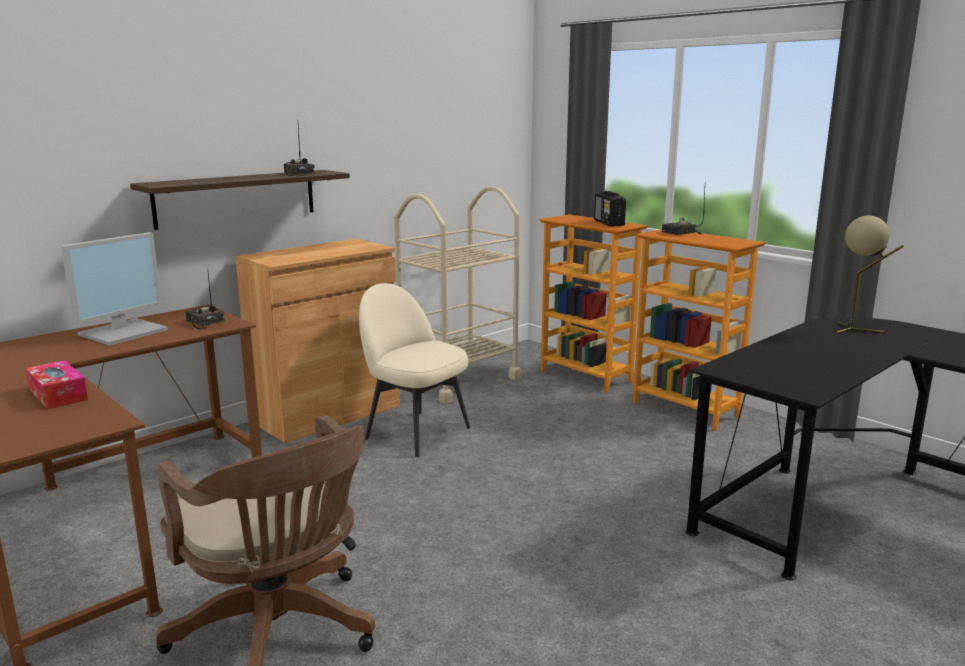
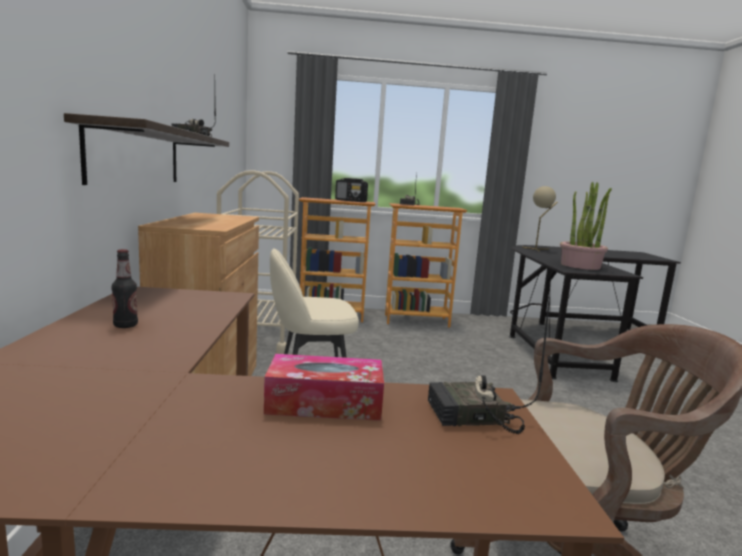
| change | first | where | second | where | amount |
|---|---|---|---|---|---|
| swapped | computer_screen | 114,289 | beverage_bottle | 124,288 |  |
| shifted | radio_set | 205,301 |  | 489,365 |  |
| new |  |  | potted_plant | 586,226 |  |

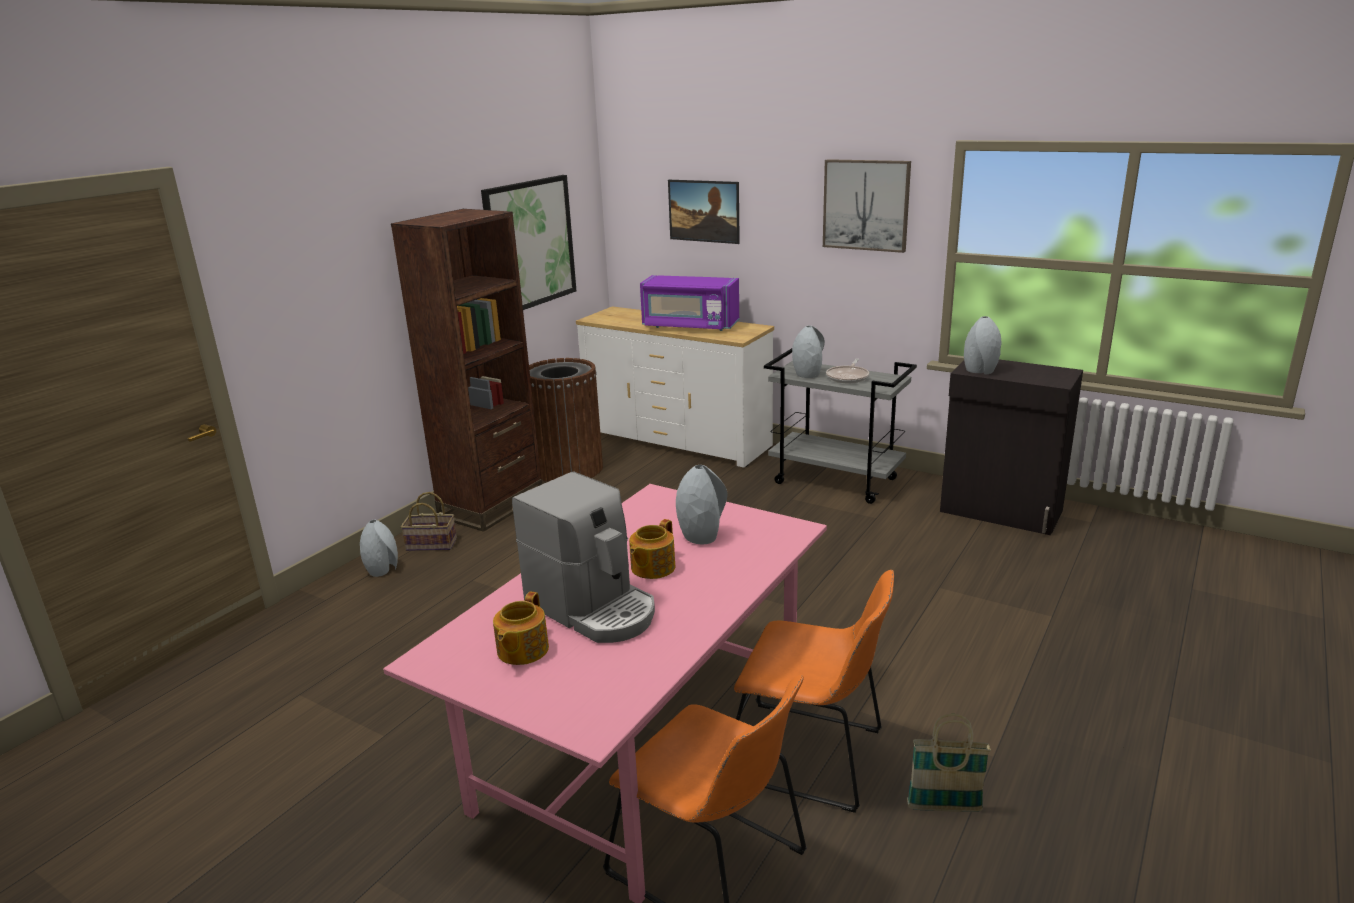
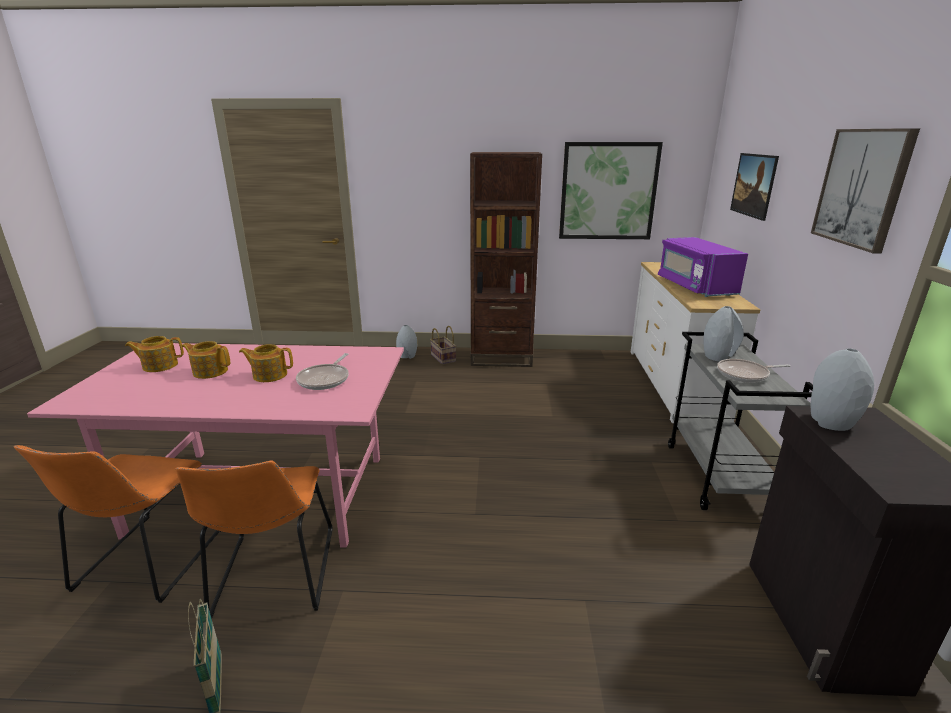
| change | first | where | second | where | amount |
|---|---|---|---|---|---|
| gone | brown-coloured_trash_can | 566,420 |  |  |  |
| swapped | grey_flower_vase | 701,504 | frying_pan | 322,371 |  |
| swapped | coffee_brewer | 583,557 | teapot | 206,360 |  |

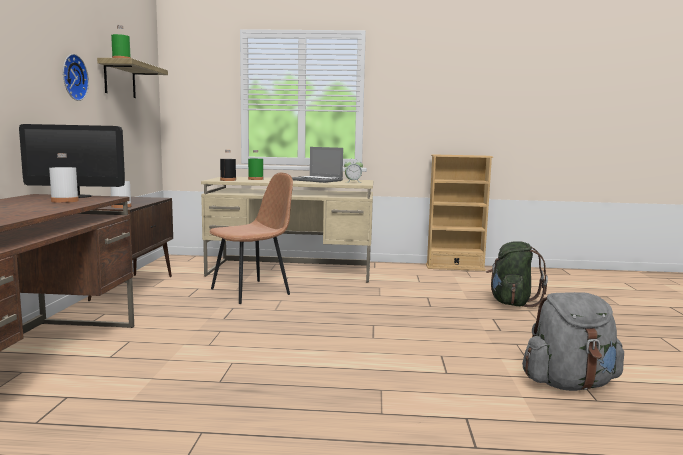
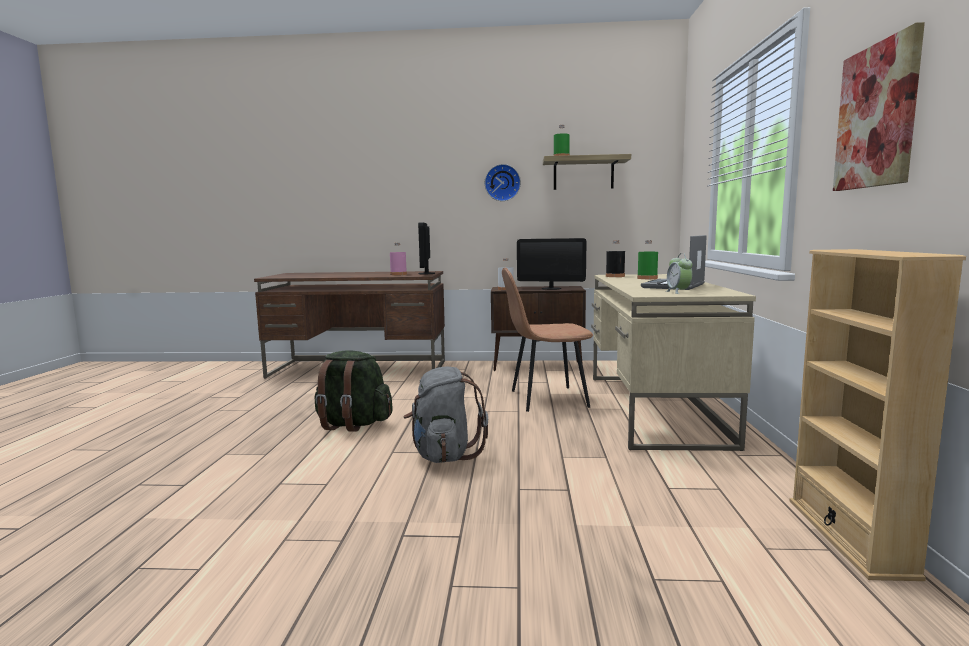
| change | first | where | second | where | amount |
|---|---|---|---|---|---|
| repainted | whitish_beverage_bottle | 64,178 | pink-coloured_beverage_bottle | 398,259 |  |
| rotated | brown-coloured_upright_chair | 251,238 |  | 547,340 | 120 degrees clockwise |
| shifted | greenish_rucksack | 517,274 |  | 354,391 |  |
| shifted | grey_rucksack | 573,341 |  | 445,415 |  |
| new |  |  | picture | 879,106 |  |
| new |  |  | computer_screen | 551,264 |  |

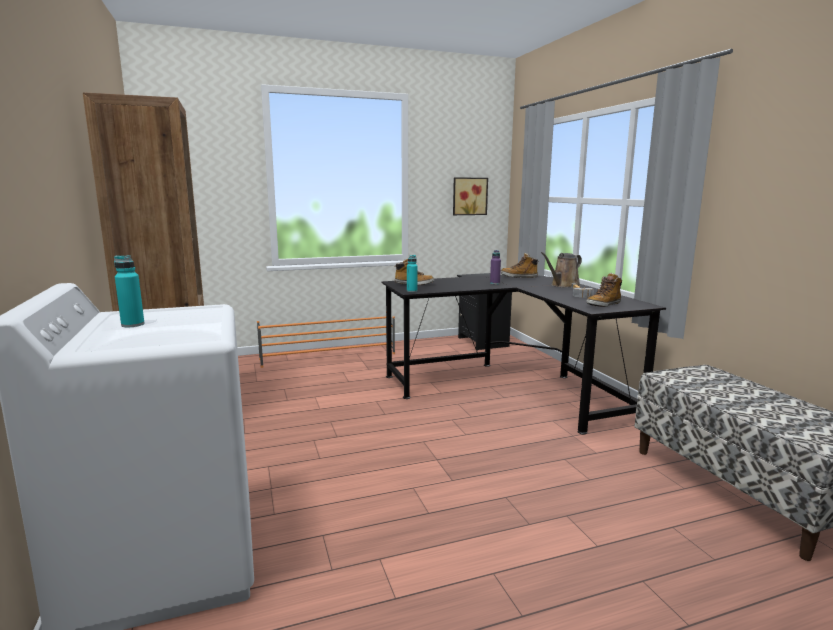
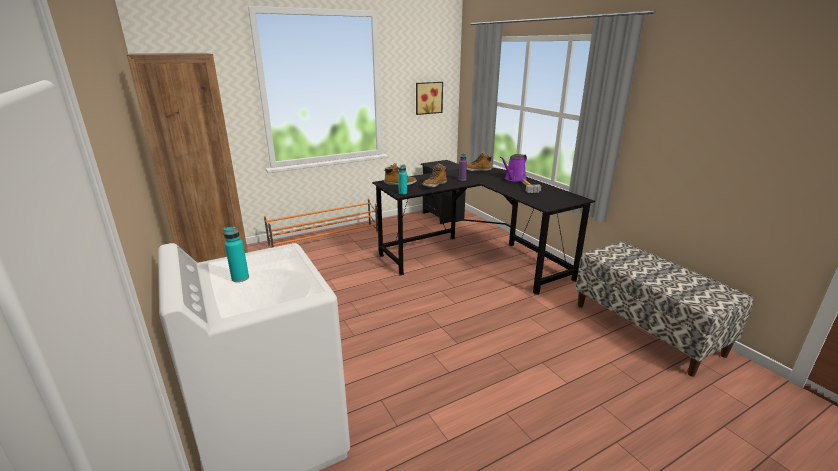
| change | first | where | second | where | amount |
|---|---|---|---|---|---|
| repainted | brown-coloured_watering_can | 561,270 | purple-coloured_watering_can | 513,168 |  |
| shifted | tall_boot | 604,290 |  | 435,175 |  |

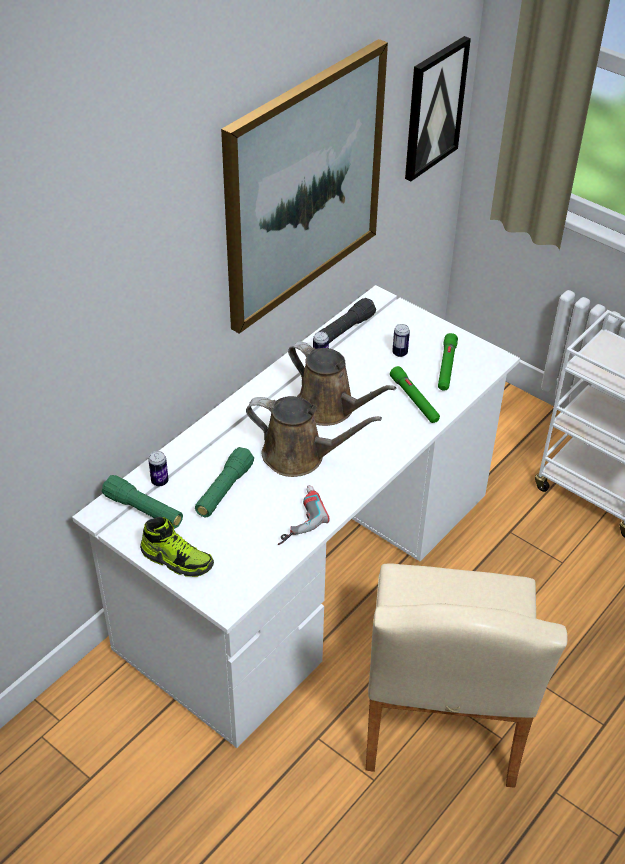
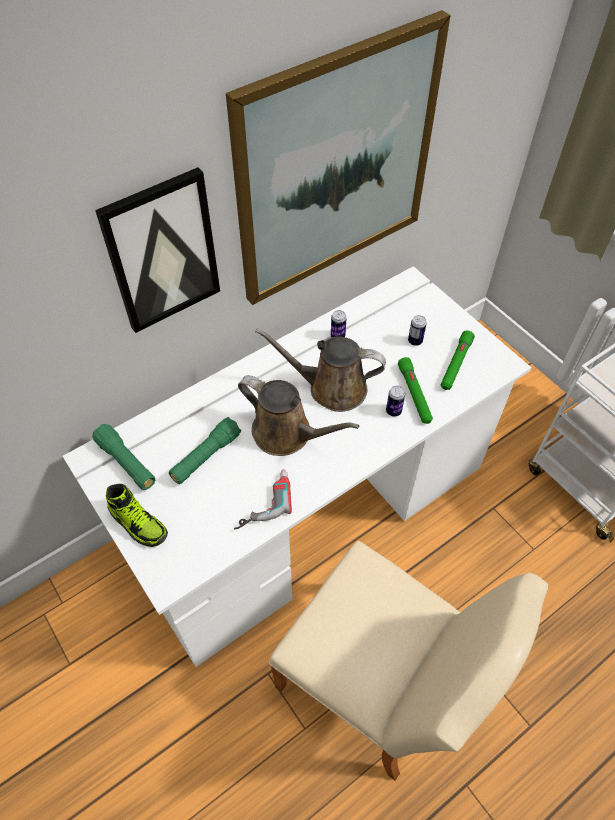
| change | first | where | second | where | amount |
|---|---|---|---|---|---|
| shifted | picture | 438,108 |  | 157,250 |  |
| gone | blackish_flashlight | 347,320 |  |  |  |
| rotated | brown-coloured_watering_can | 342,383 |  | 320,370 | 135 degrees clockwise |
| shifted | metal_can | 158,468 |  | 395,401 |  |
| rotated | sand-coloured_upright_chair | 466,675 |  | 408,661 | 75 degrees counterclockwise |

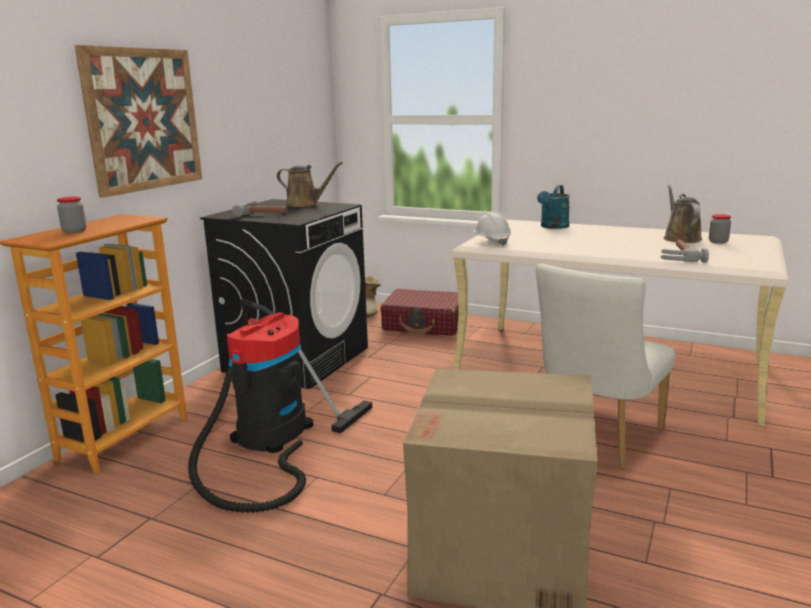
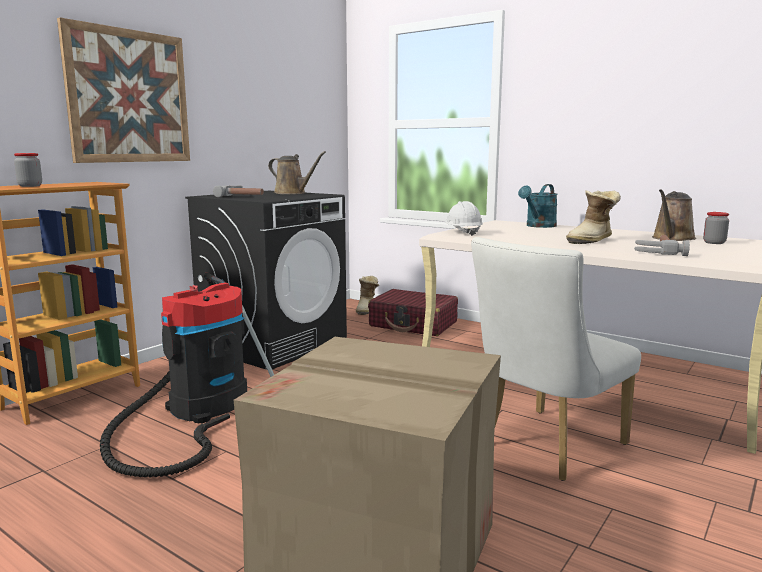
| change | first | where | second | where | amount |
|---|---|---|---|---|---|
| rotated | brown-coloured_watering_can | 682,214 |  | 674,215 | 150 degrees counterclockwise |
| new |  |  | tall_boot | 593,217 |  |

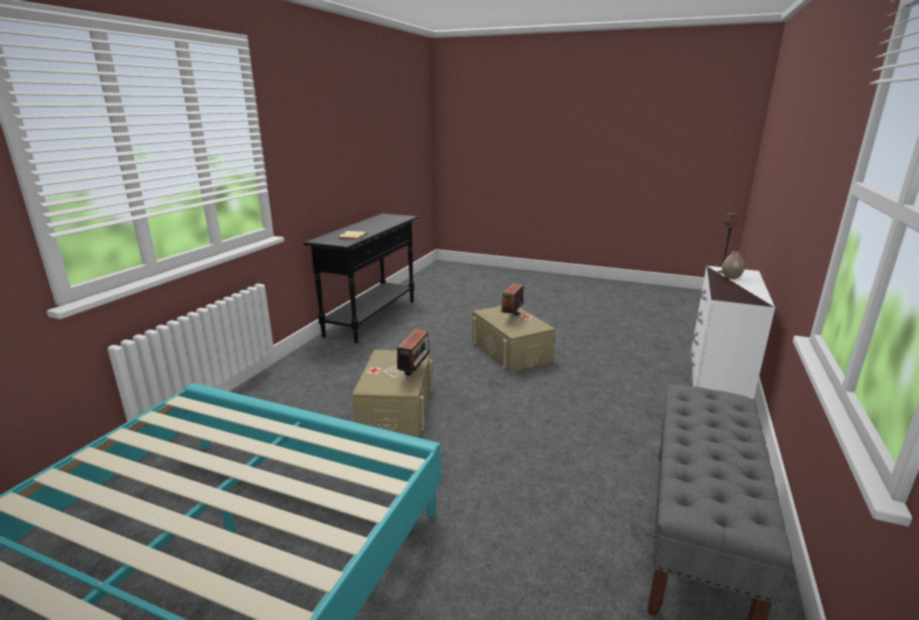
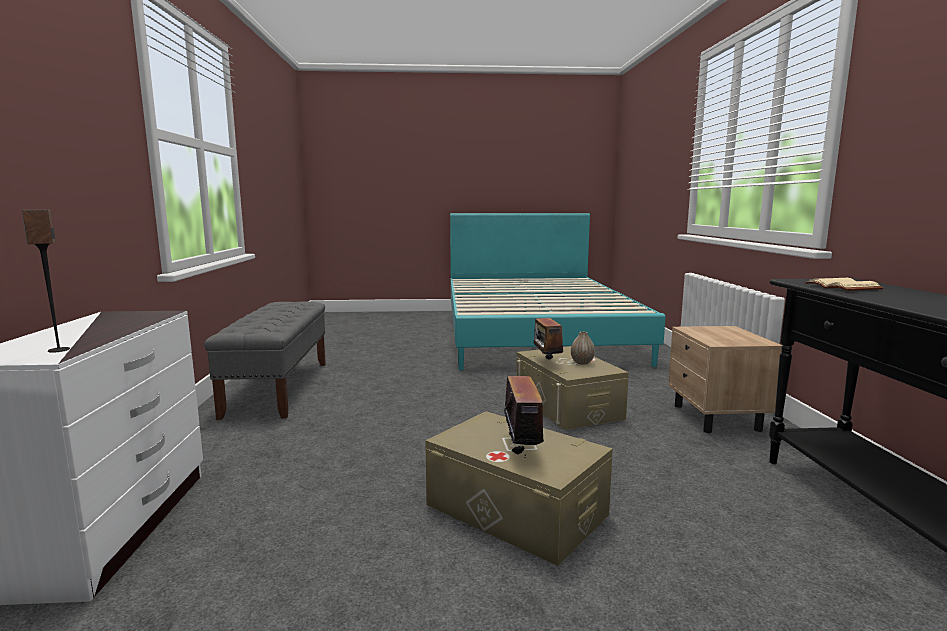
| change | first | where | second | where | amount |
|---|---|---|---|---|---|
| shifted | flower_vase | 733,265 |  | 583,348 |  |
| new |  |  | sand-coloured_bedside_table | 725,379 |  |

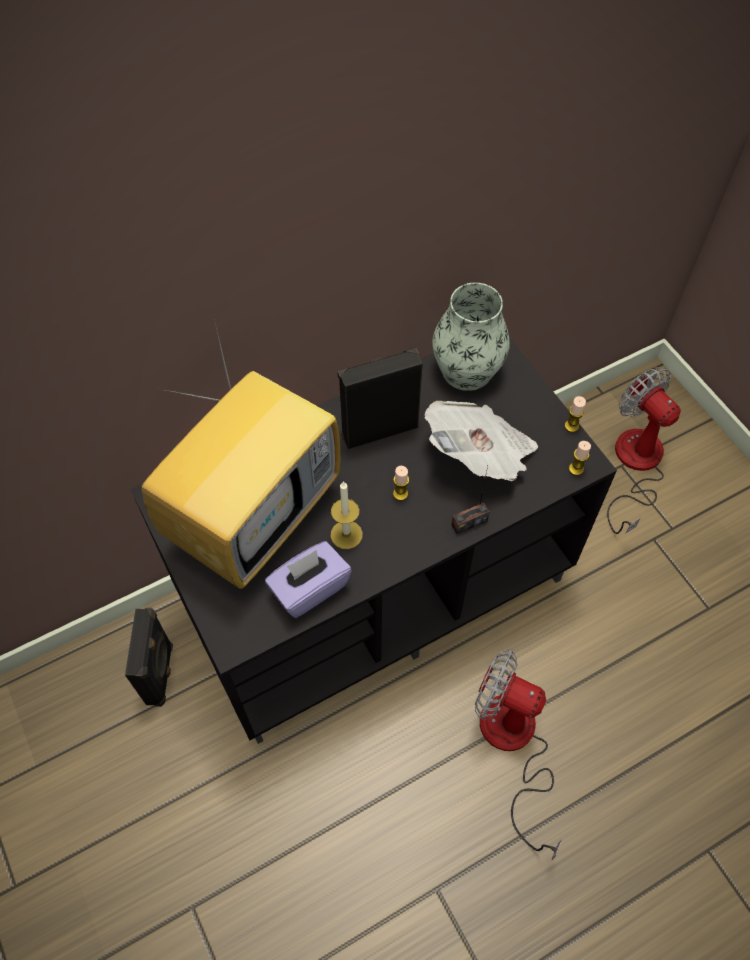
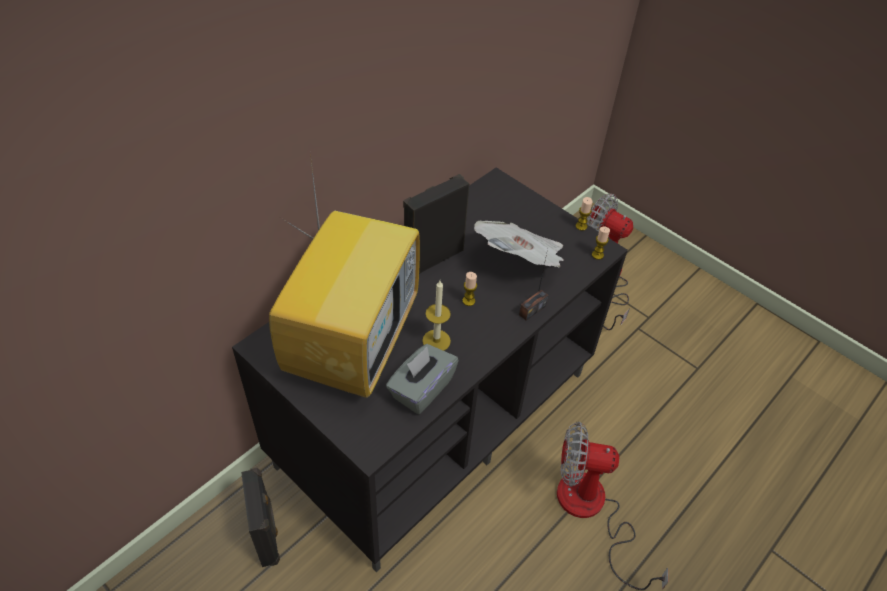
| change | first | where | second | where | amount |
|---|---|---|---|---|---|
| gone | flower_vase | 471,336 |  |  |  |
| repainted | purple-coloured_tissue_holder | 308,579 | grey_tissue_holder | 422,379 |  |

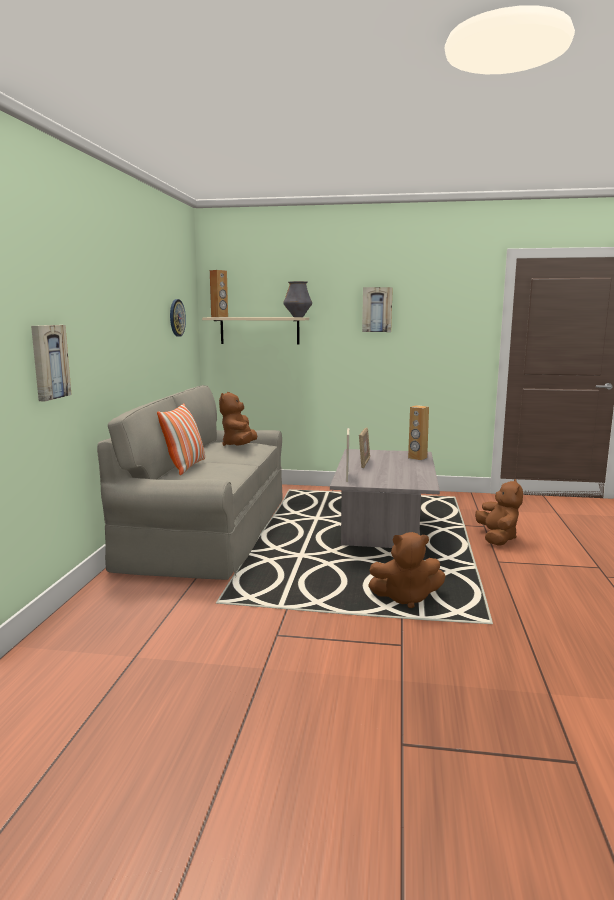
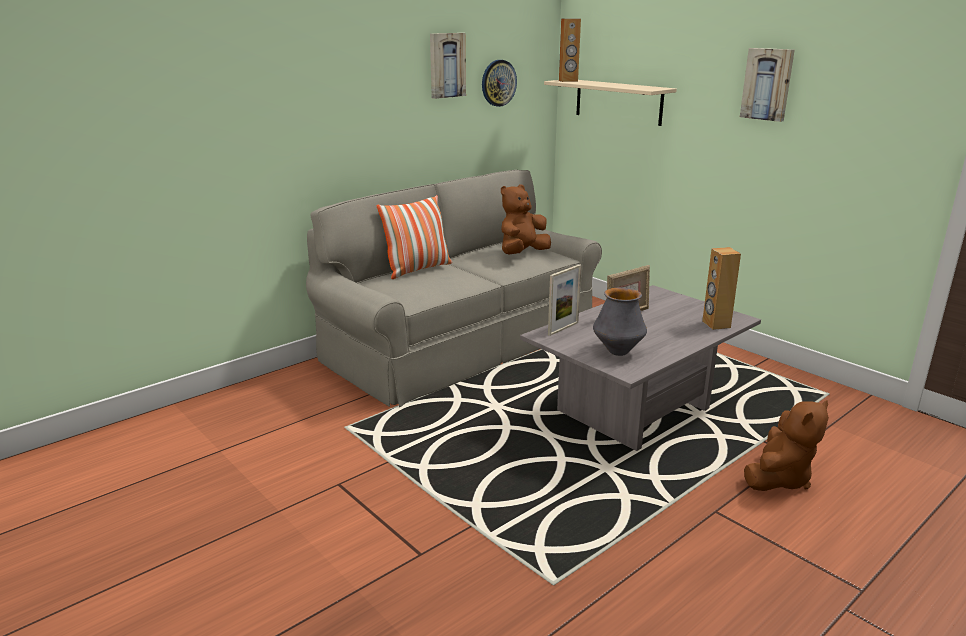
| change | first | where | second | where | amount |
|---|---|---|---|---|---|
| shifted | flower_vase | 297,299 |  | 620,321 |  |
| shifted | picture | 51,363 |  | 448,66 |  |
| gone | brown-coloured_cuddly_toy | 407,570 |  |  |  |

